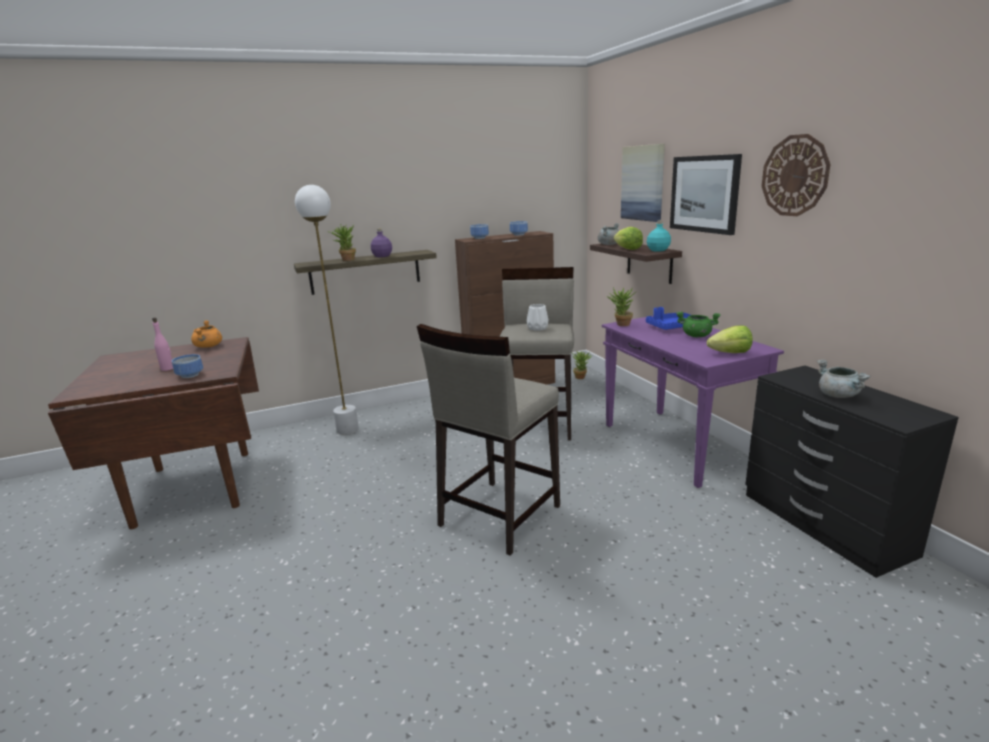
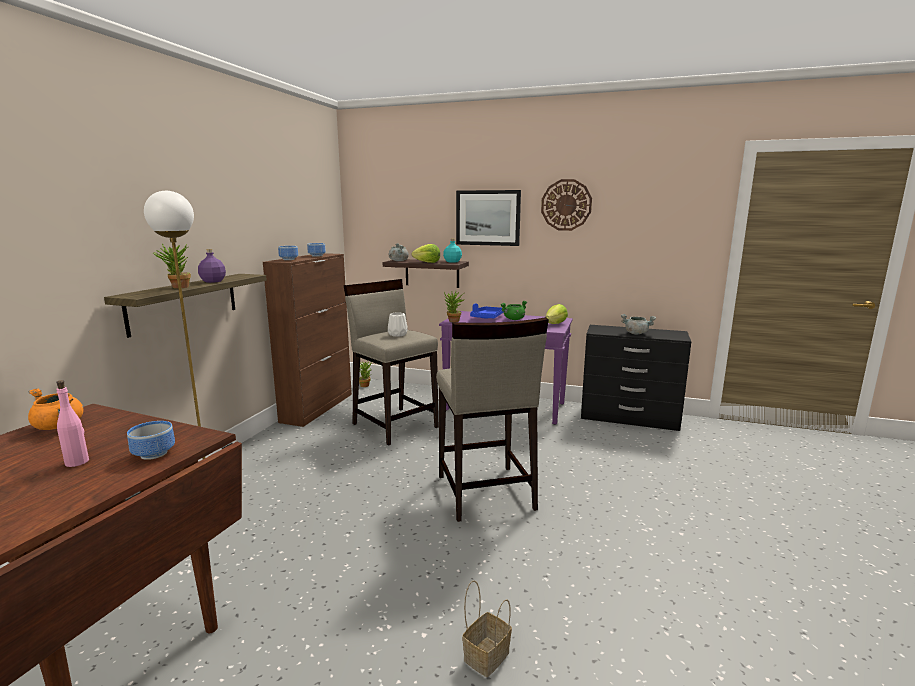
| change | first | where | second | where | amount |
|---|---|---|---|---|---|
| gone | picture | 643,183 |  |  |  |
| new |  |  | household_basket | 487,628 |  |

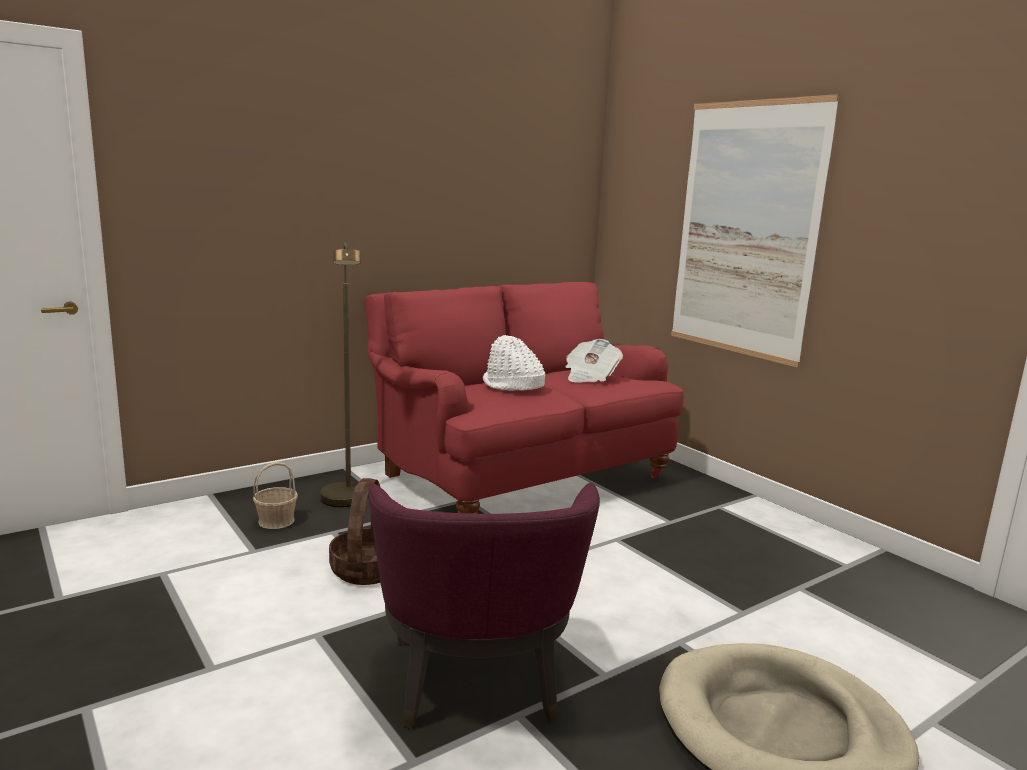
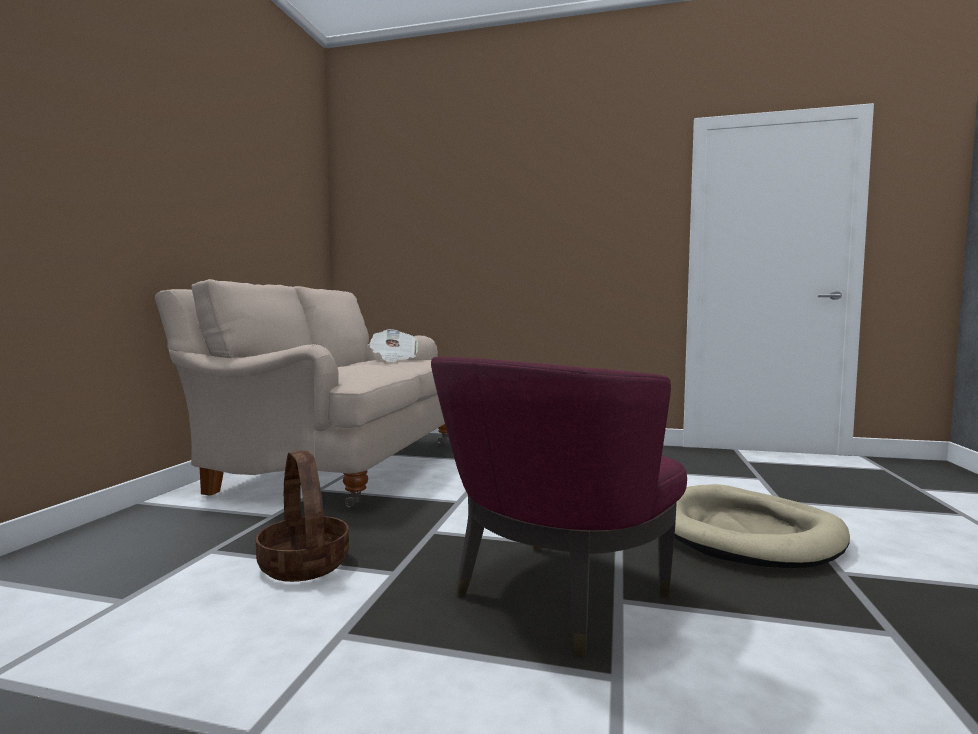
| change | first | where | second | where | amount |
|---|---|---|---|---|---|
| gone | picture | 755,231 |  |  |  |
| gone | brown-coloured_floor_lamp | 340,375 |  |  |  |
| repainted | red_settee | 524,398 | sand-coloured_settee | 301,393 |  |
| gone | whitish_hat | 514,363 |  |  |  |
| gone | household_basket | 275,495 |  |  |  |
| rotated | purple-coloured_armchair | 484,606 |  | 559,507 | 90 degrees clockwise |

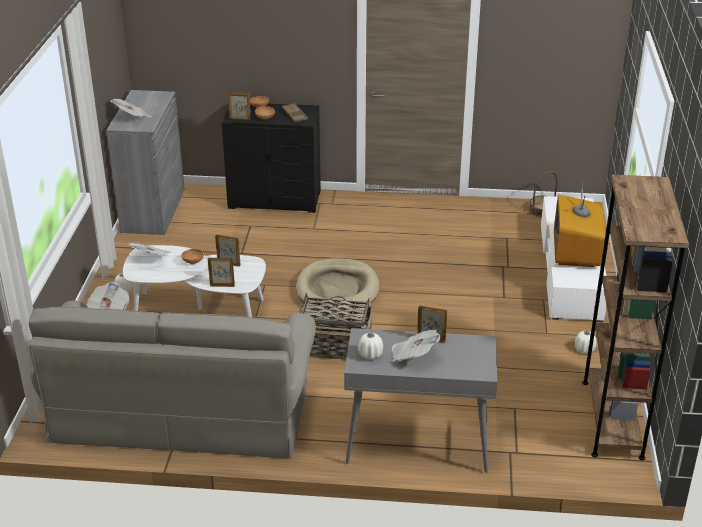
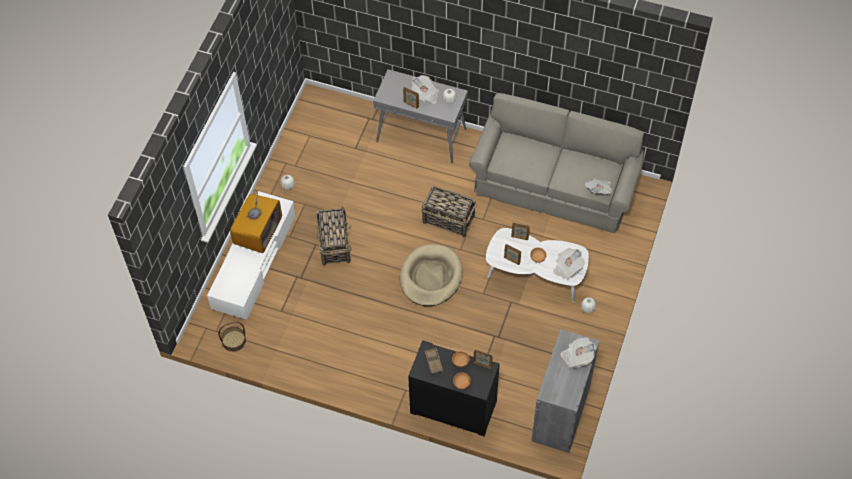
| change | first | where | second | where | amount |
|---|---|---|---|---|---|
| gone | brown-coloured_bookcase | 635,317 |  |  |  |
| new |  |  | household_basket | 333,236 |  |

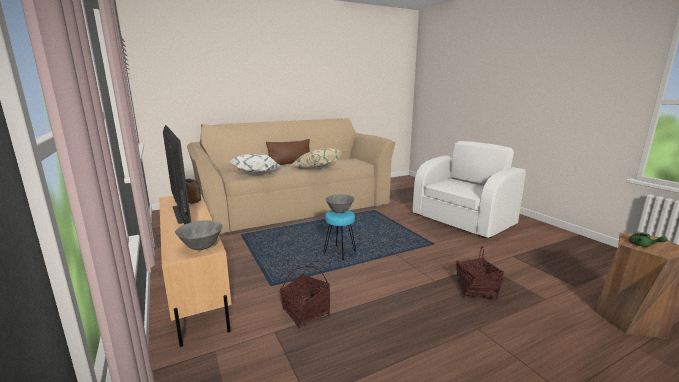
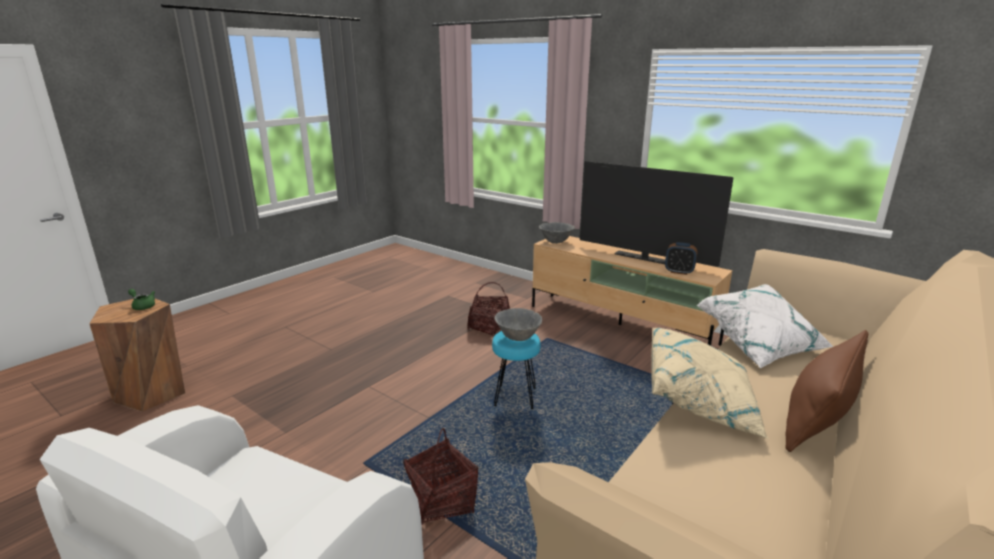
| change | first | where | second | where | amount |
|---|---|---|---|---|---|
| shifted | household_basket | 480,273 |  | 440,476 |  |

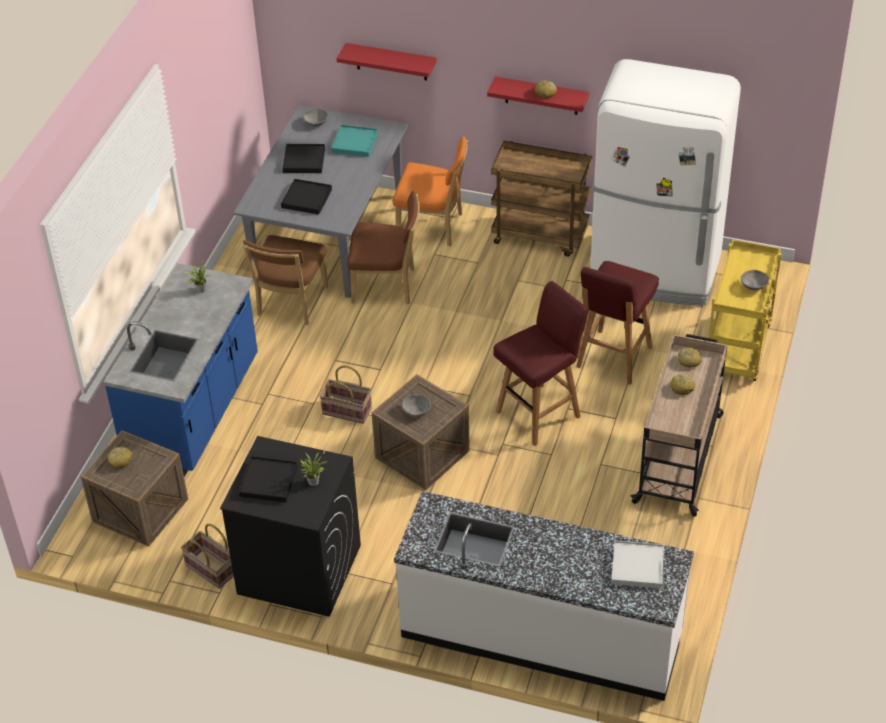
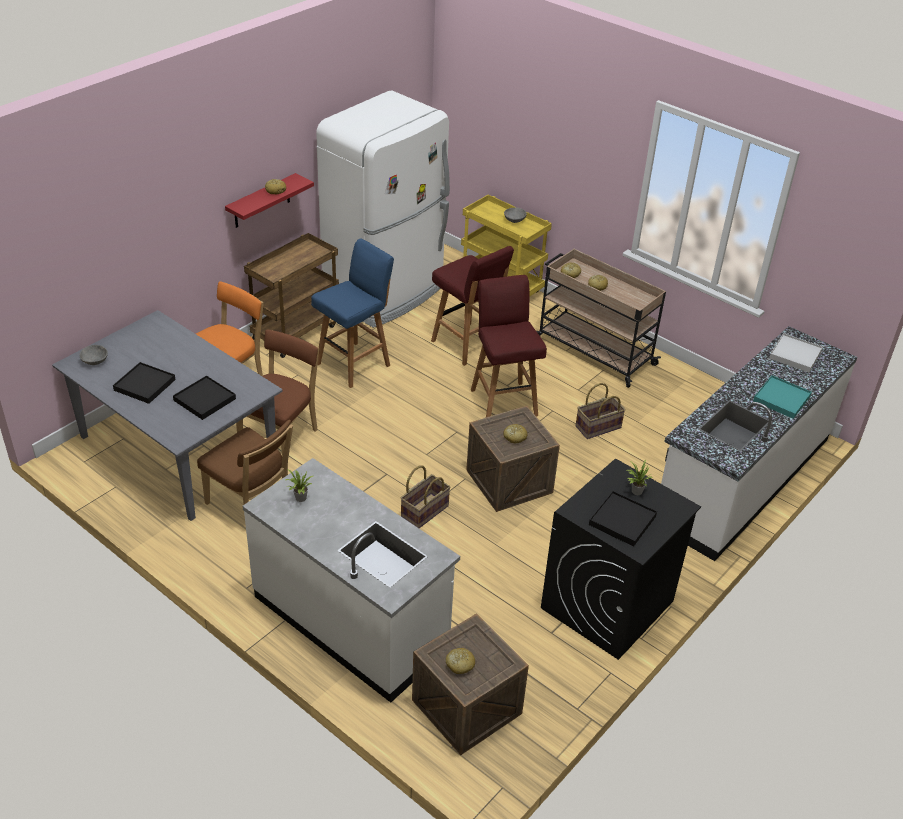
| change | first | where | second | where | amount |
|---|---|---|---|---|---|
| gone | red_wall_shelf | 386,62 |  |  |  |
| shifted | turquoise-coloured_tray | 354,141 |  | 782,397 |  |
| repainted | bluish_kitchen_counter | 181,370 | whitish_kitchen_counter | 351,580 |  |
| swapped | grey_bowl | 416,405 | bread | 515,433 |  |
| shifted | household_basket | 207,556 |  | 600,411 |  |
| new |  |  | bluish_stool_seat | 352,313 |  |

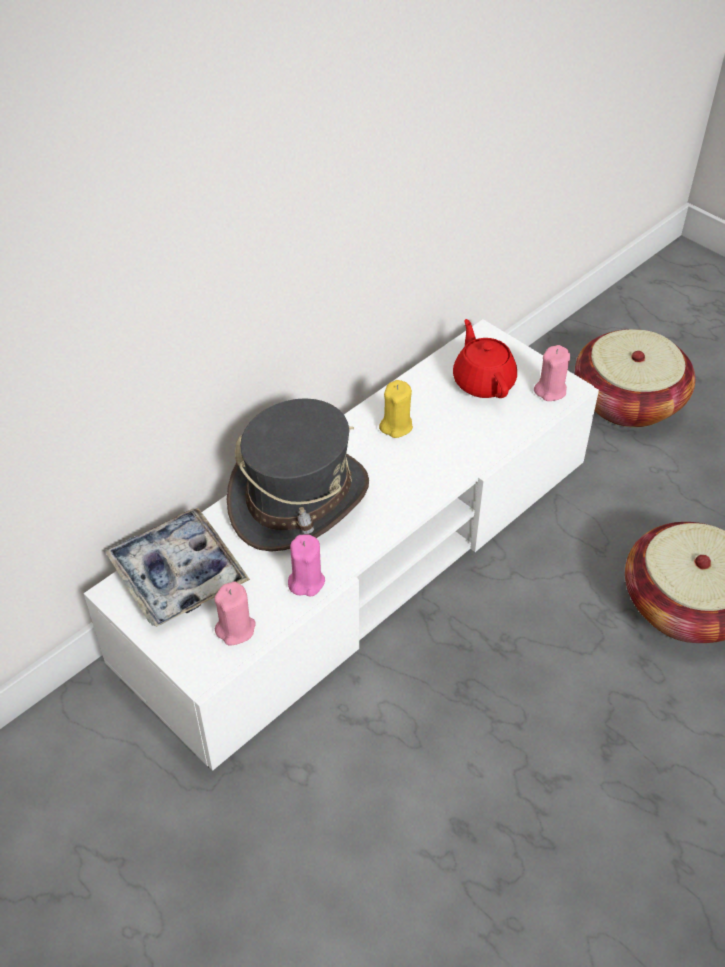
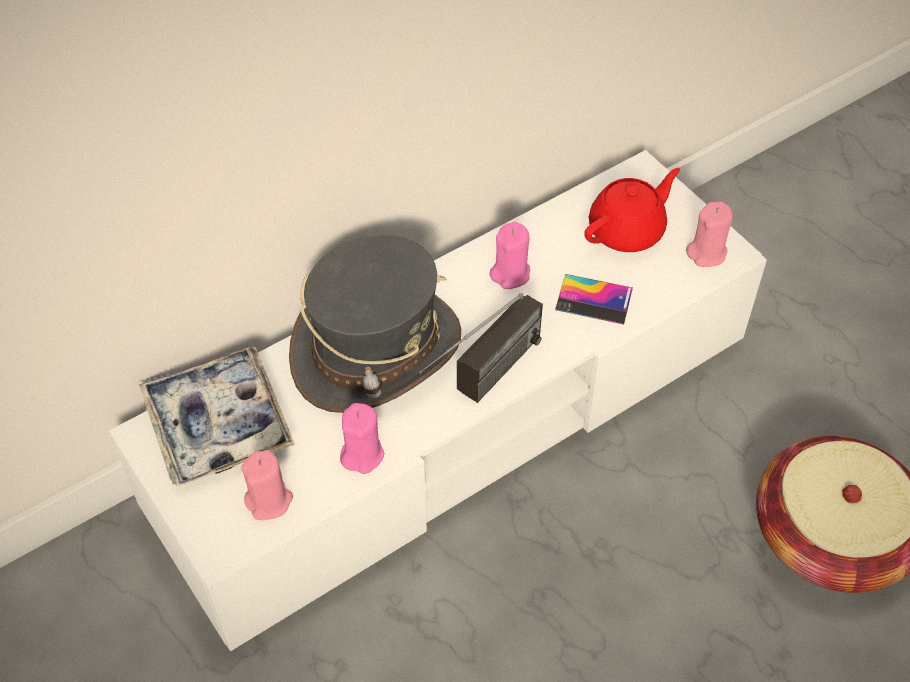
| change | first | where | second | where | amount |
|---|---|---|---|---|---|
| rotated | red_teapot | 485,358 |  | 632,210 | 60 degrees clockwise |
| gone | household_basket | 635,378 |  |  |  |
| repainted | yellowish_candle | 396,409 | pink-coloured_candle | 510,255 |  |
| new |  |  | phone | 594,299 |  |
| new |  |  | radio_set | 481,348 |  |

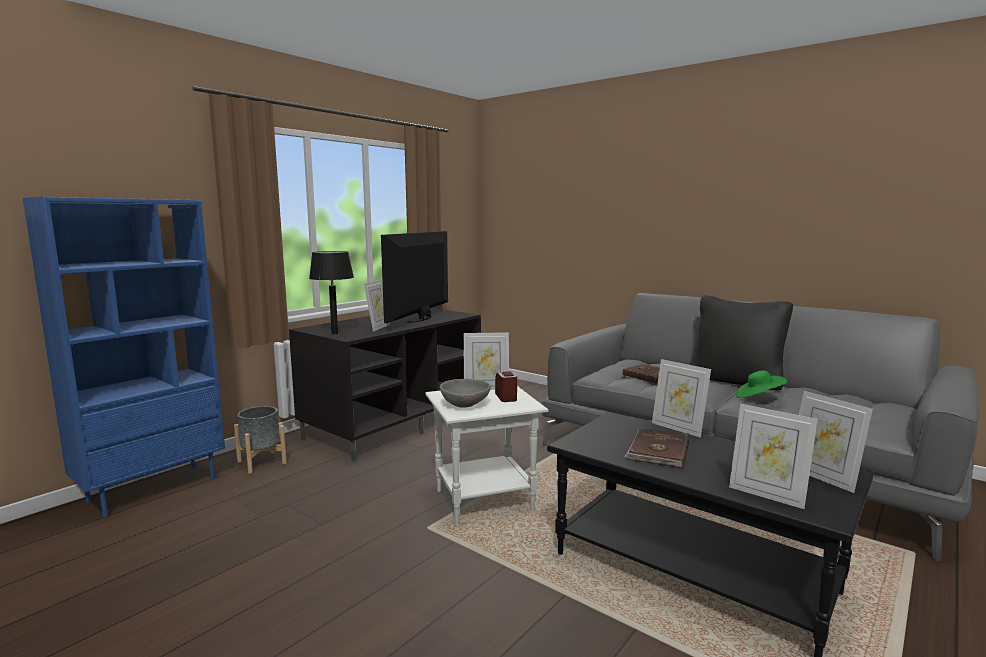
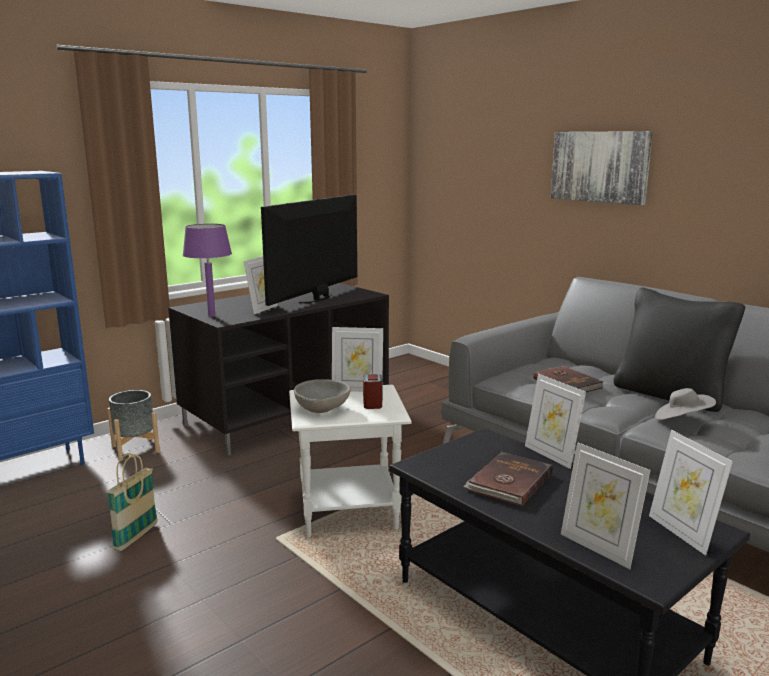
| change | first | where | second | where | amount |
|---|---|---|---|---|---|
| repainted | blackish_lamp_for_a_table | 331,292 | purple-coloured_lamp_for_a_table | 207,270 |  |
| repainted | greenish_hat | 761,384 | grey_hat | 685,404 |  |
| new |  |  | picture | 602,168 |  |
| new |  |  | household_basket | 132,502 |  |

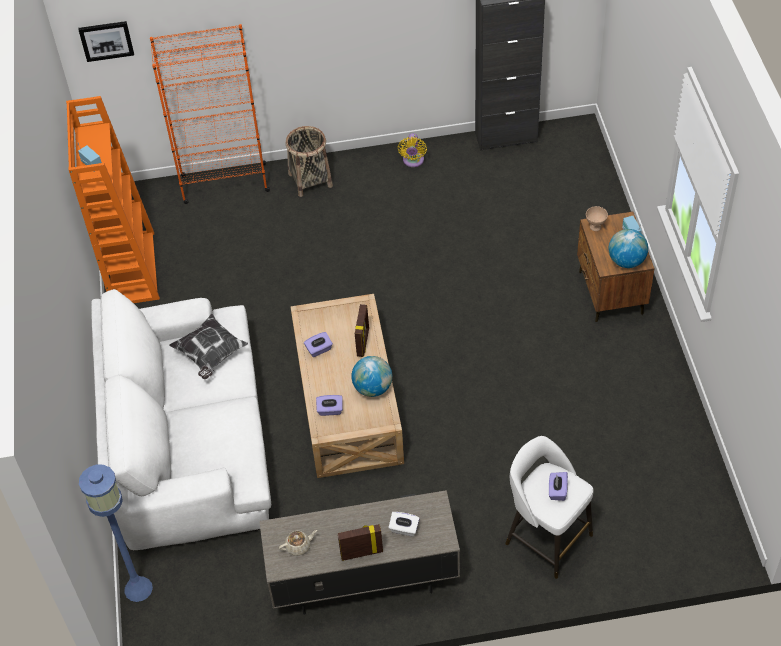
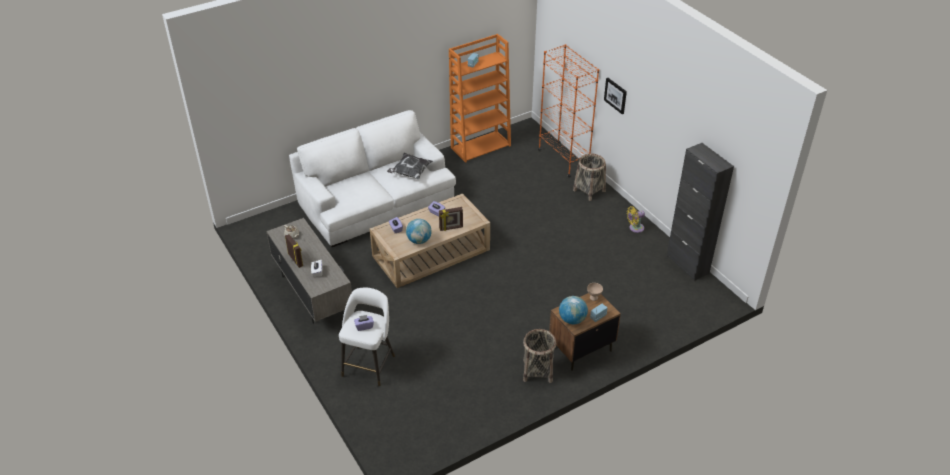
| change | first | where | second | where | amount |
|---|---|---|---|---|---|
| shifted | picture | 106,41 |  | 615,96 |  |
| gone | bluish_floor_lamp | 116,533 |  |  |  |
| new |  |  | household_basket | 539,356 |  |

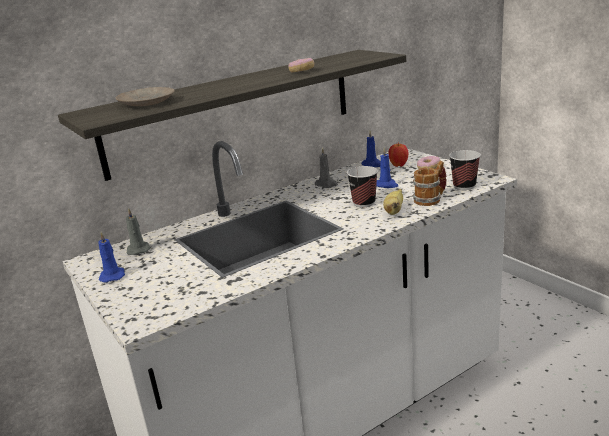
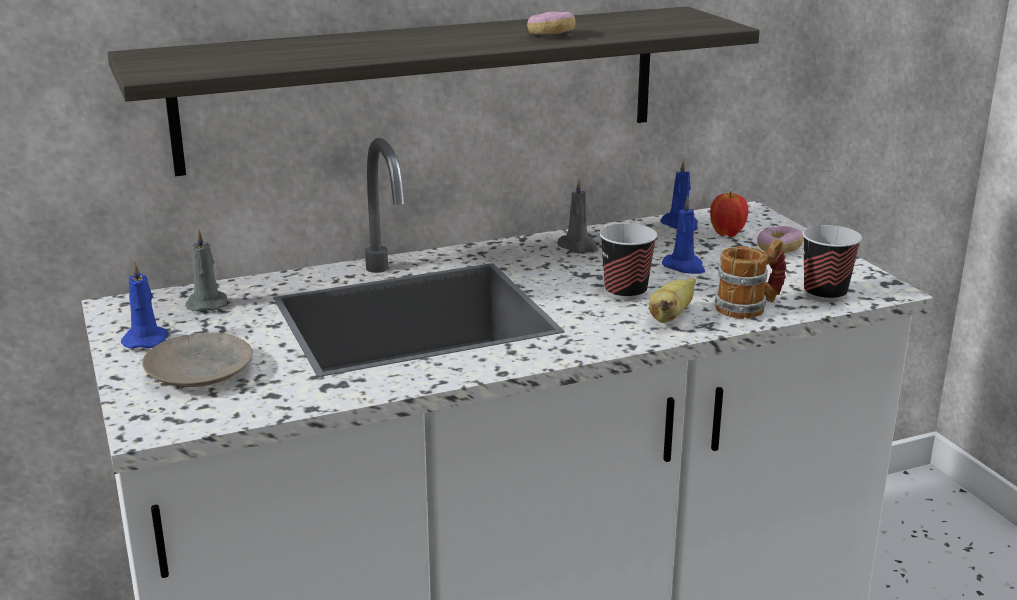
| change | first | where | second | where | amount |
|---|---|---|---|---|---|
| shifted | sand-coloured_dinner_plate | 145,96 |  | 197,360 |  |

